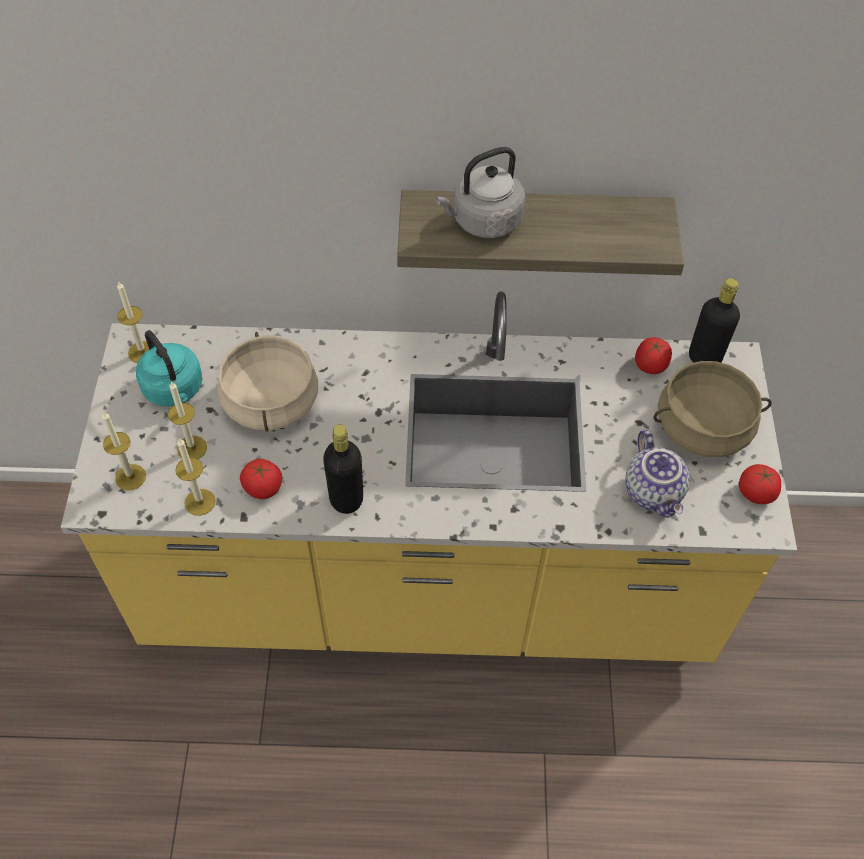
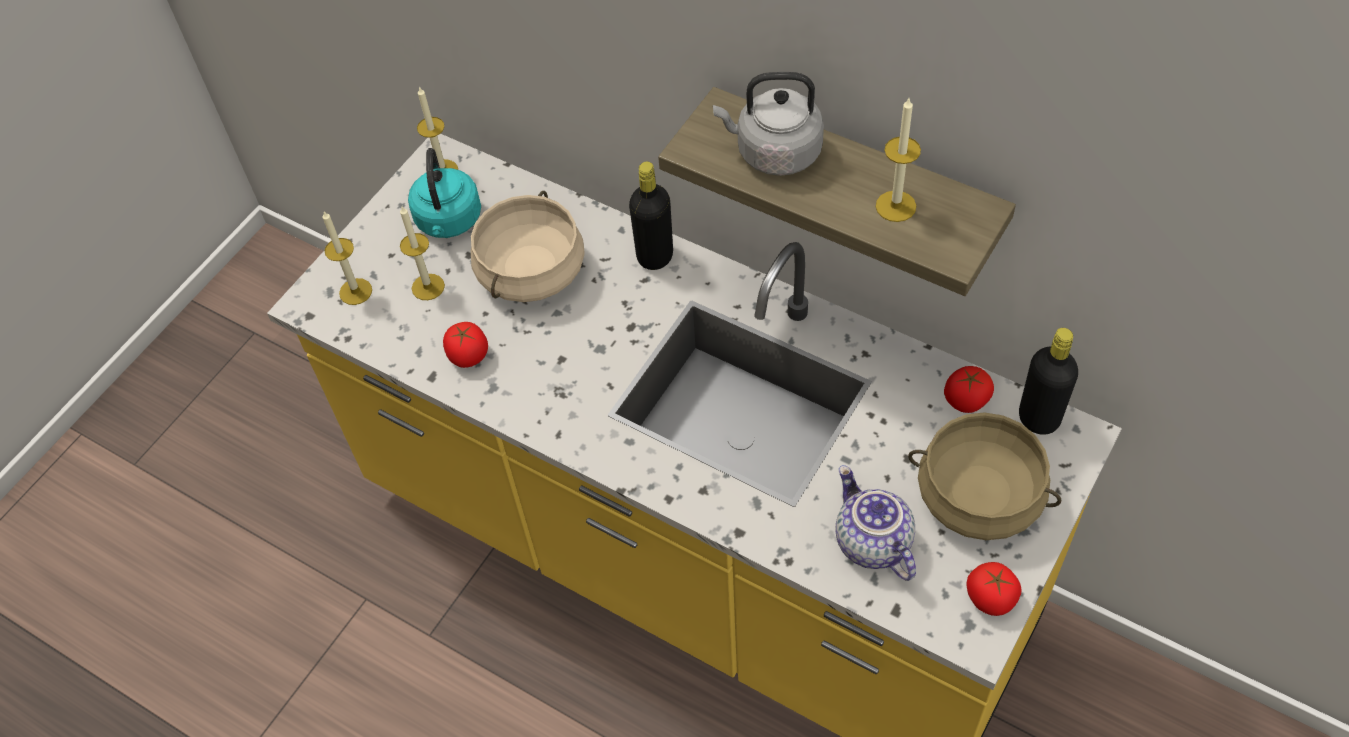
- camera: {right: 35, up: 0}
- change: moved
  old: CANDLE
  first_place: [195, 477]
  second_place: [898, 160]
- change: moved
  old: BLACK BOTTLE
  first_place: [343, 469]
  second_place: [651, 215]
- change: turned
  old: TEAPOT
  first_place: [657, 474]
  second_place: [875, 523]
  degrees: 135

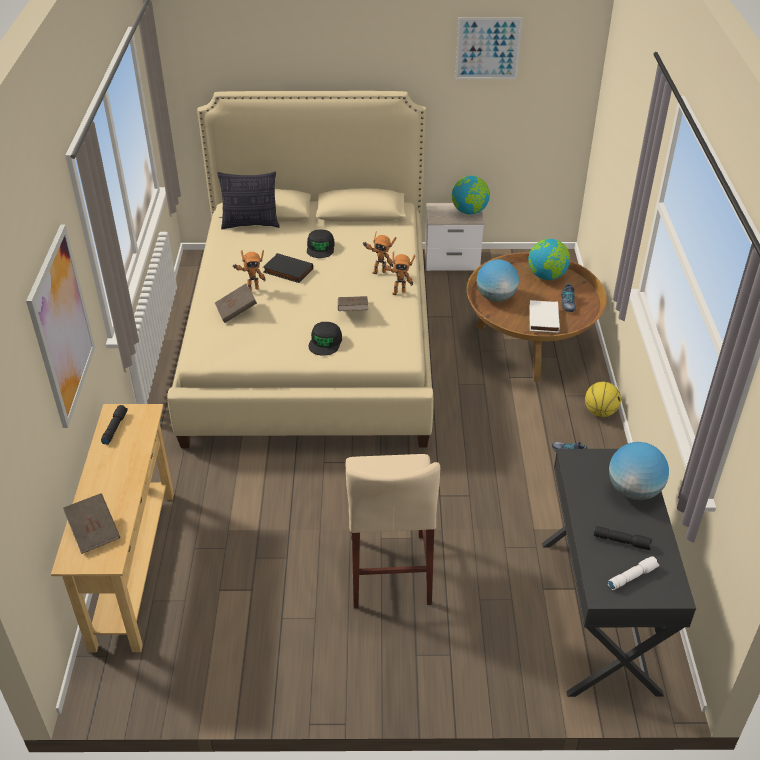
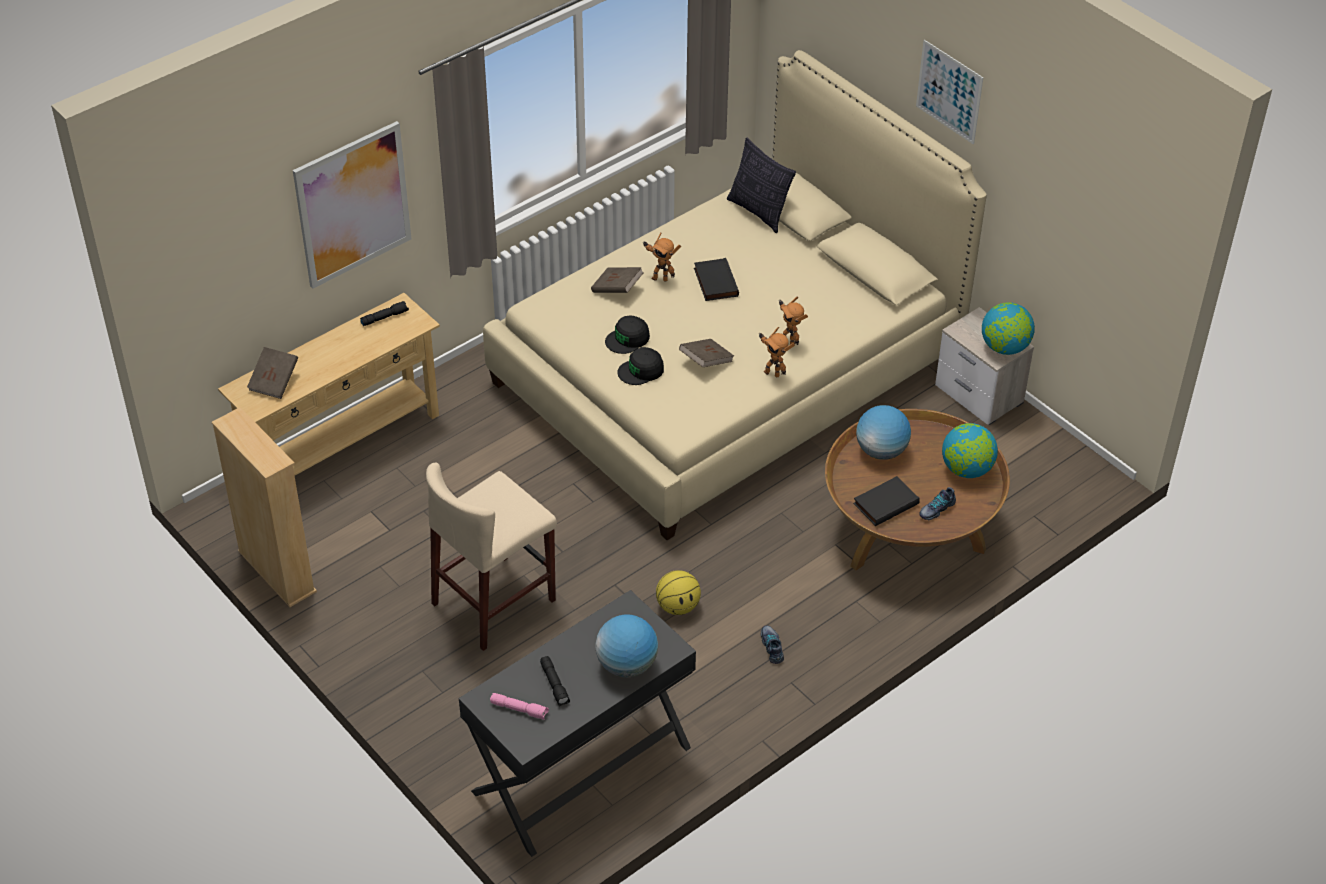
- camera: {right: 50, up: 5}
- change: added
  new: BEIGE BOOKCASE
  second_place: [264, 507]
- change: moved
  old: BLACK CAP
  first_place: [320, 243]
  second_place: [627, 335]
- change: moved
  old: PICTURE
  first_place: [489, 48]
  second_place: [949, 92]
- change: moved
  old: BASKETBALL
  first_place: [603, 399]
  second_place: [678, 592]
- change: recoloured
  old: WHITE BOOK
  new: BLACK BOOK
  first_place: [544, 316]
  second_place: [886, 501]
- change: recoloured
  old: WHITE FLASHLIGHT
  new: PINK FLASHLIGHT
  first_place: [633, 573]
  second_place: [519, 706]

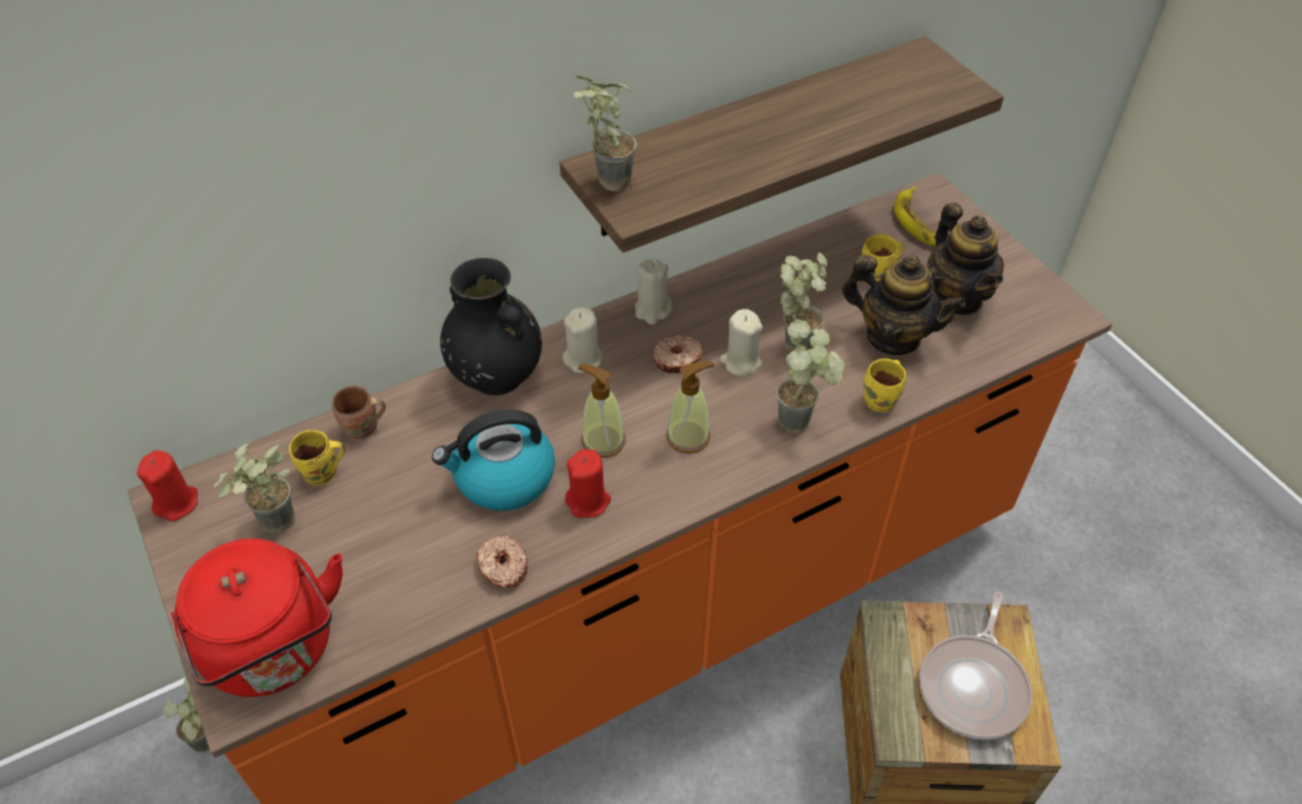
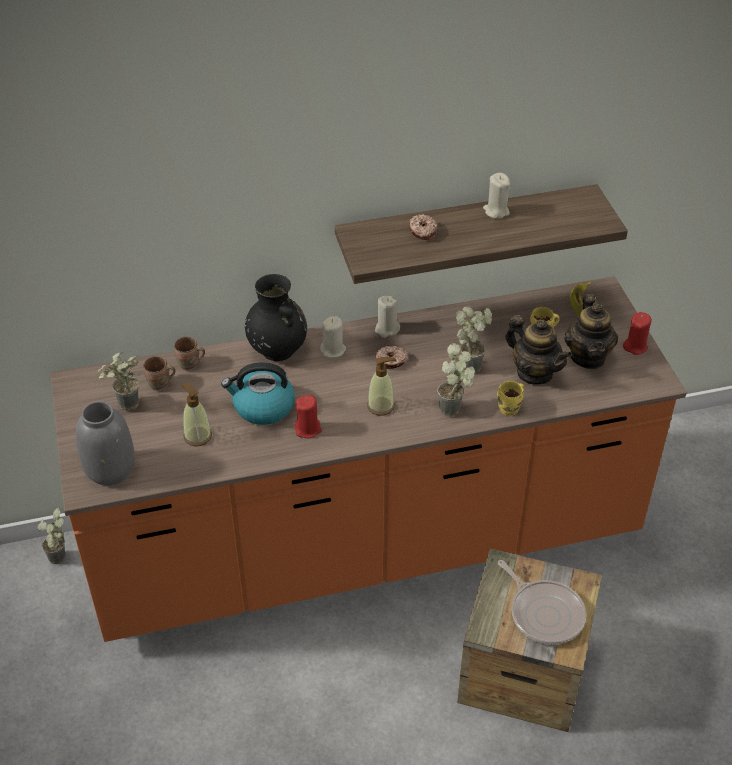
- camera: {right: 15, up: -5}
- change: removed
  old: POTTED PLANT
  first_place: [605, 133]
- change: moved
  old: RED CANDLE
  first_place: [167, 486]
  second_place: [637, 333]
- change: moved
  old: DONUT
  first_place: [502, 561]
  second_place: [423, 227]
- change: moved
  old: SOAP DISPENSER
  first_place: [601, 411]
  second_place: [196, 414]
- change: moved
  old: BEIGE CANDLE
  first_place: [741, 343]
  second_place: [496, 196]
- change: replaced
  old: RED KETTLE
  new: GREY VASE
  first_place: [257, 617]
  second_place: [105, 443]
- change: recoloured
  old: YELLOW MUG
  new: BROWN MUG
  first_place: [317, 458]
  second_place: [159, 373]
- change: turned
  old: FRYING PAN
  first_place: [975, 666]
  second_place: [542, 602]
  degrees: -75

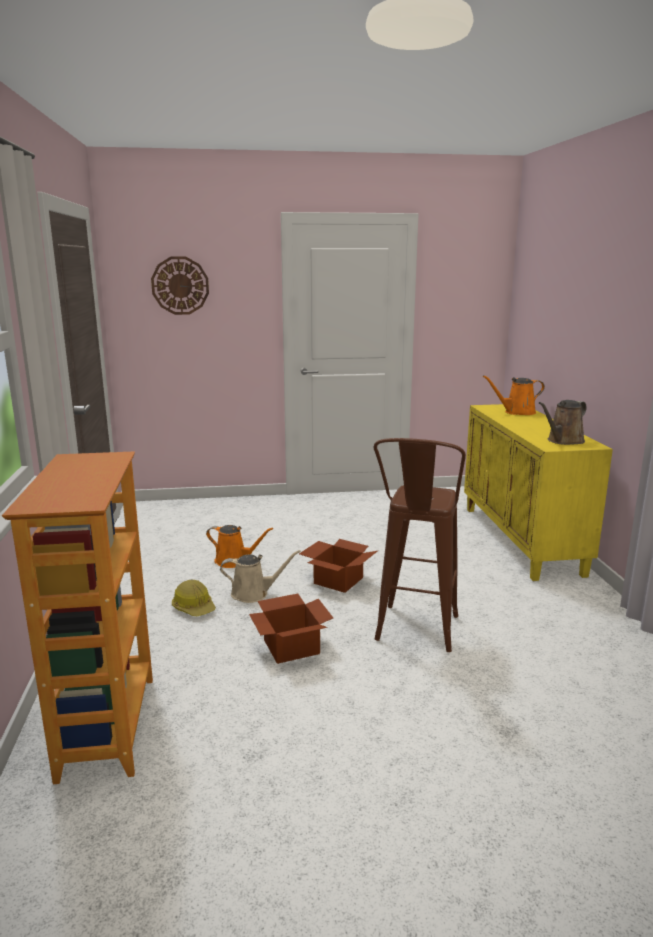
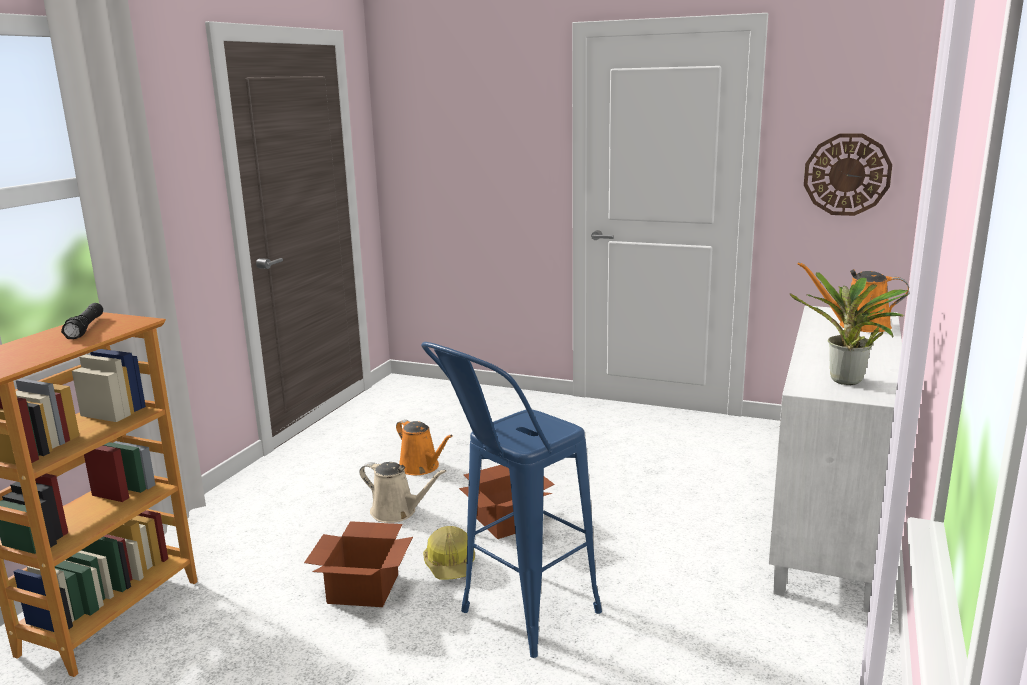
- camera: {right: 30, up: 0}
- change: added
  new: BLACK FLASHLIGHT
  second_place: [82, 321]
- change: moved
  old: WALL CLOCK
  first_place: [180, 286]
  second_place: [848, 175]
- change: moved
  old: HARD HAT
  first_place: [194, 598]
  second_place: [449, 553]
- change: replaced
  old: BROWN WATERING CAN
  new: POTTED PLANT
  first_place: [563, 422]
  second_place: [849, 328]
- change: recoloured
  old: BROWN STOOL
  new: BLUE STOOL
  first_place: [420, 545]
  second_place: [511, 500]
- change: recoloured
  old: YELLOW CABINET
  new: WHITE CABINET
  first_place: [538, 492]
  second_place: [835, 459]

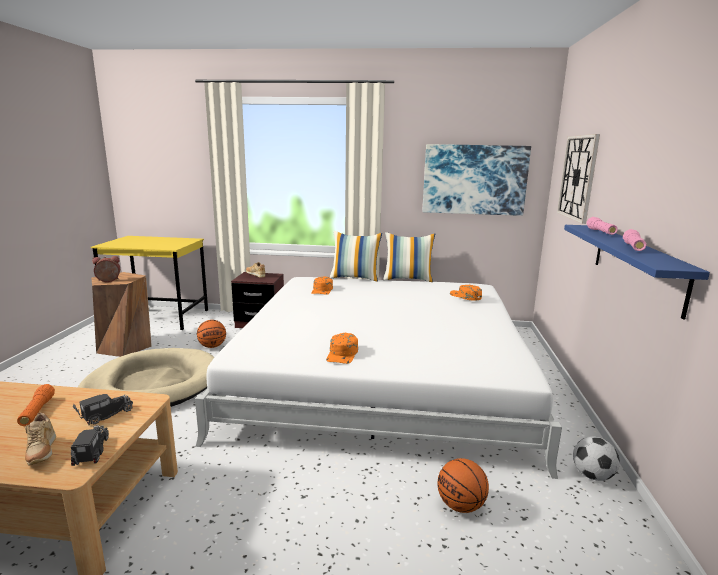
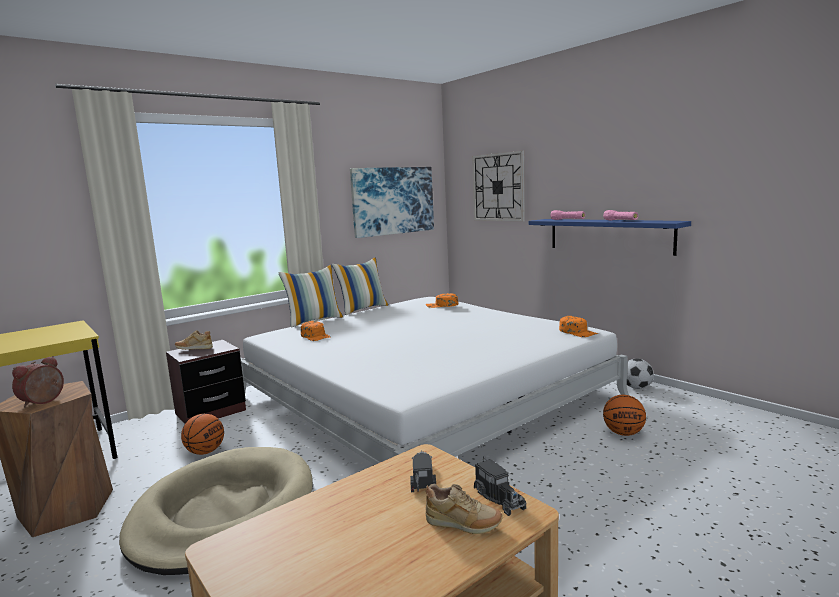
- camera: {right: -45, up: -5}
- change: removed
  old: ORANGE FLASHLIGHT
  first_place: [36, 405]
- change: moved
  old: ORANGE CAP
  first_place: [342, 348]
  second_place: [578, 326]
- change: turned
  old: TOY TRUCK
  first_place: [90, 445]
  second_place: [500, 486]
  degrees: -150

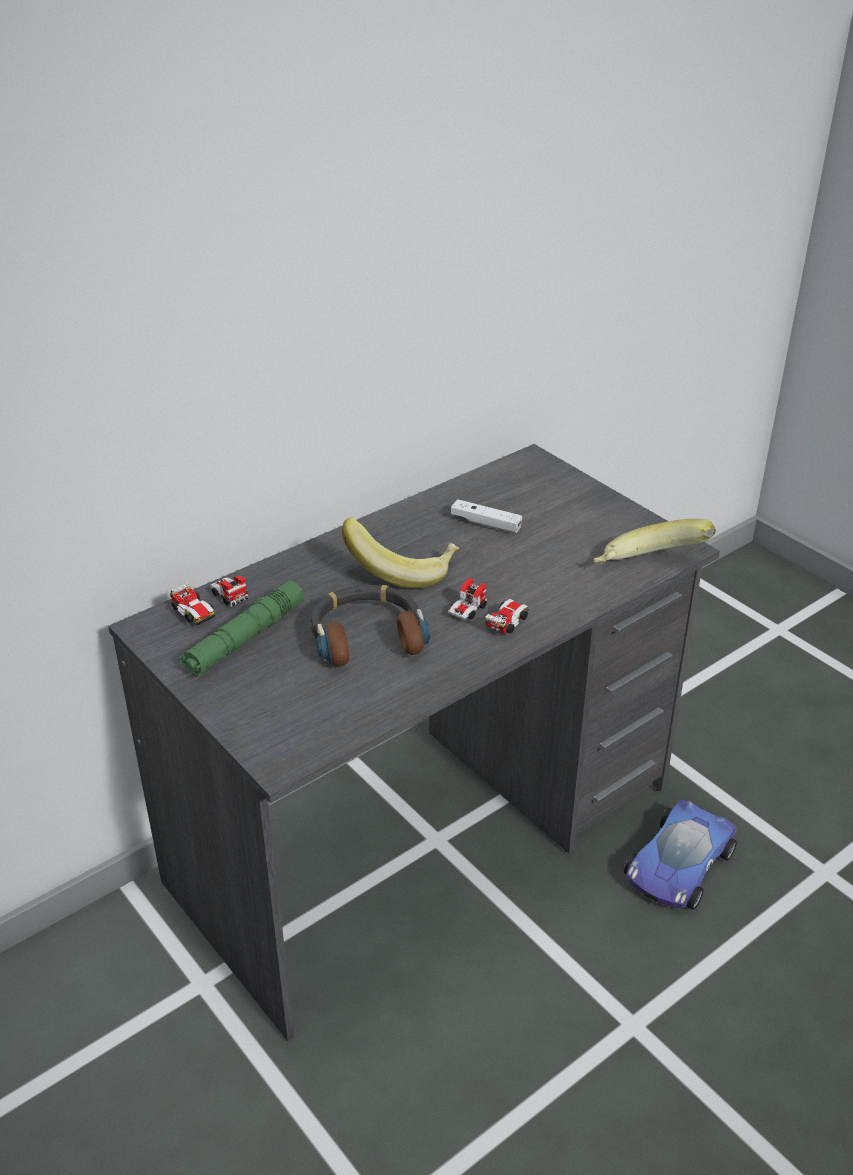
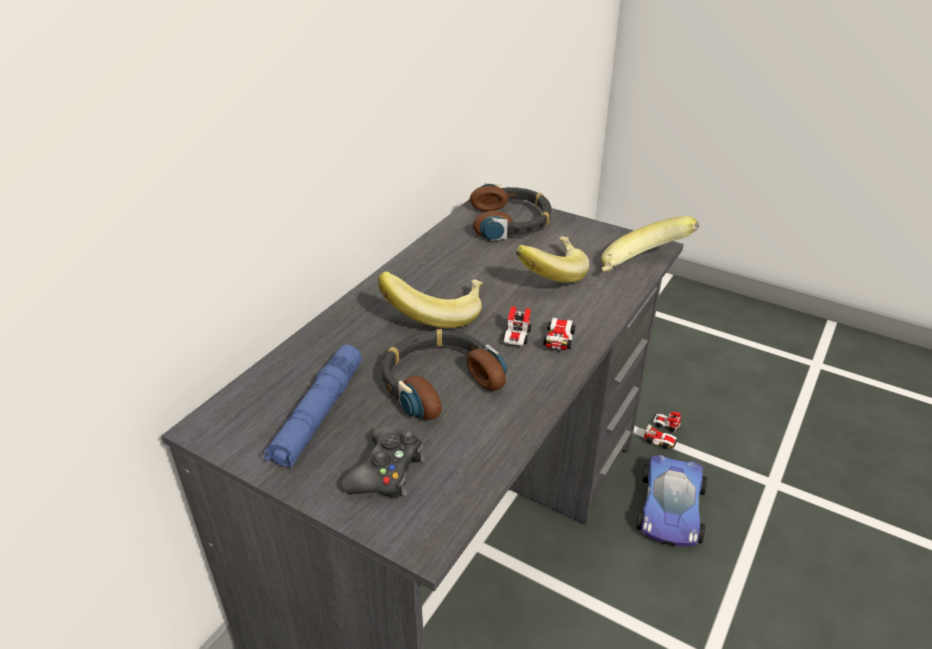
- camera: {right: -20, up: 0}
- change: removed
  old: WHITE GAME CONTROLLER
  first_place: [486, 516]
- change: added
  new: BLACK GAME CONTROLLER
  second_place: [383, 462]
- change: added
  new: HEADPHONES
  second_place: [511, 212]
- change: added
  new: BANANA
  second_place: [552, 260]
- change: moved
  old: TOY CAR
  first_place: [209, 600]
  second_place: [662, 430]
- change: recoloured
  old: GREEN FLASHLIGHT
  new: BLUE FLASHLIGHT
  first_place: [241, 628]
  second_place: [313, 406]

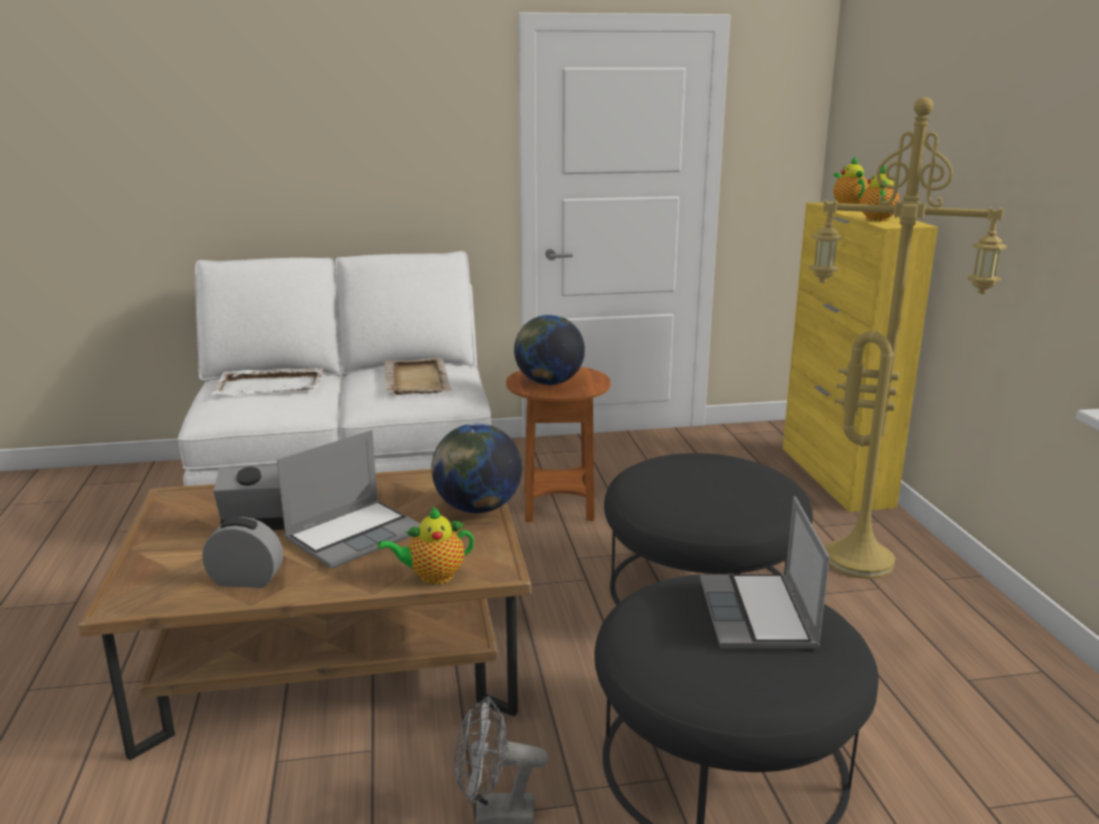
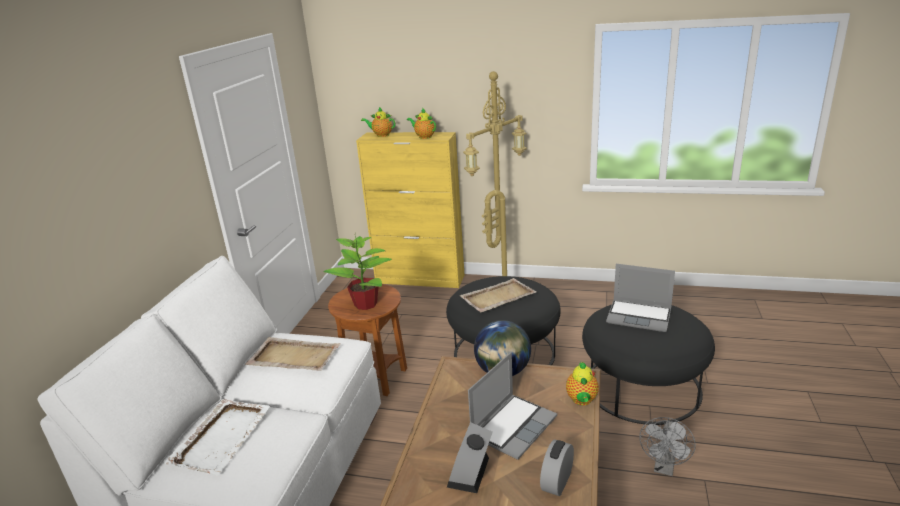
- camera: {right: -65, up: 5}
- change: added
  new: BEIGE TRAY
  second_place: [498, 295]
- change: replaced
  old: GLOBE
  new: POTTED PLANT
  first_place: [549, 350]
  second_place: [357, 273]
- change: turned
  old: LAPTOP
  first_place: [348, 499]
  second_place: [512, 406]
  degrees: 60

